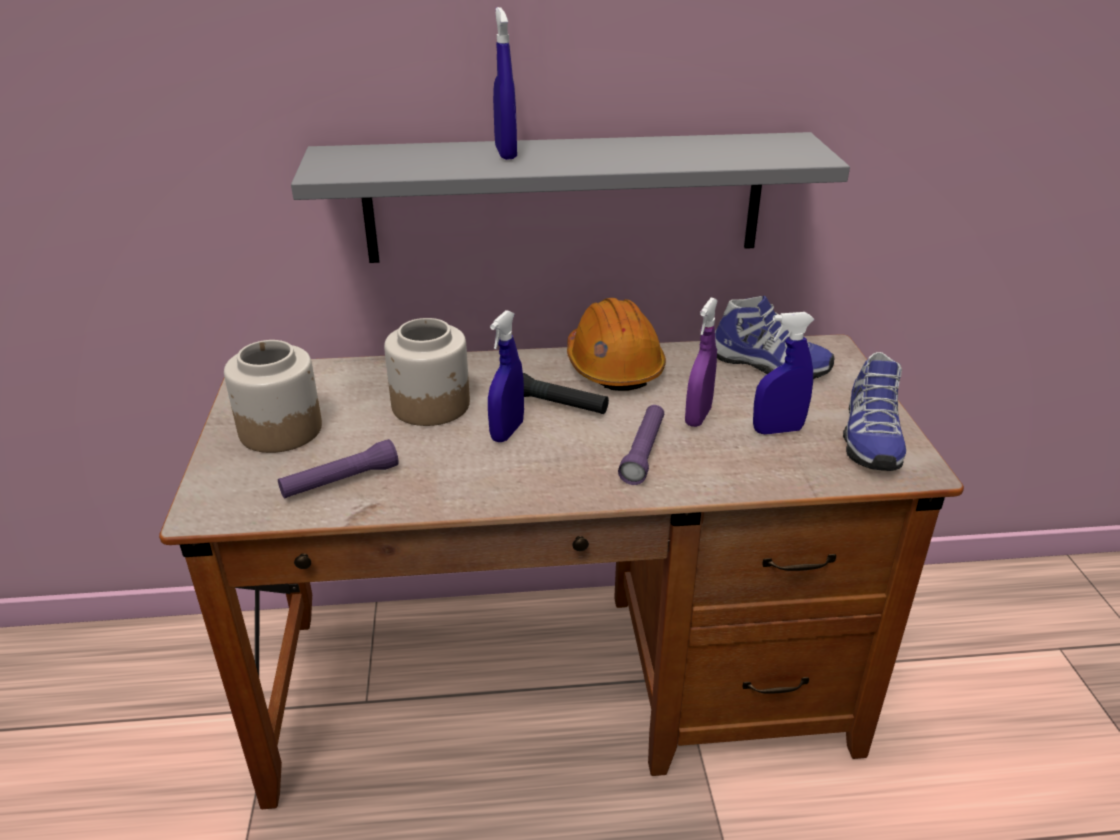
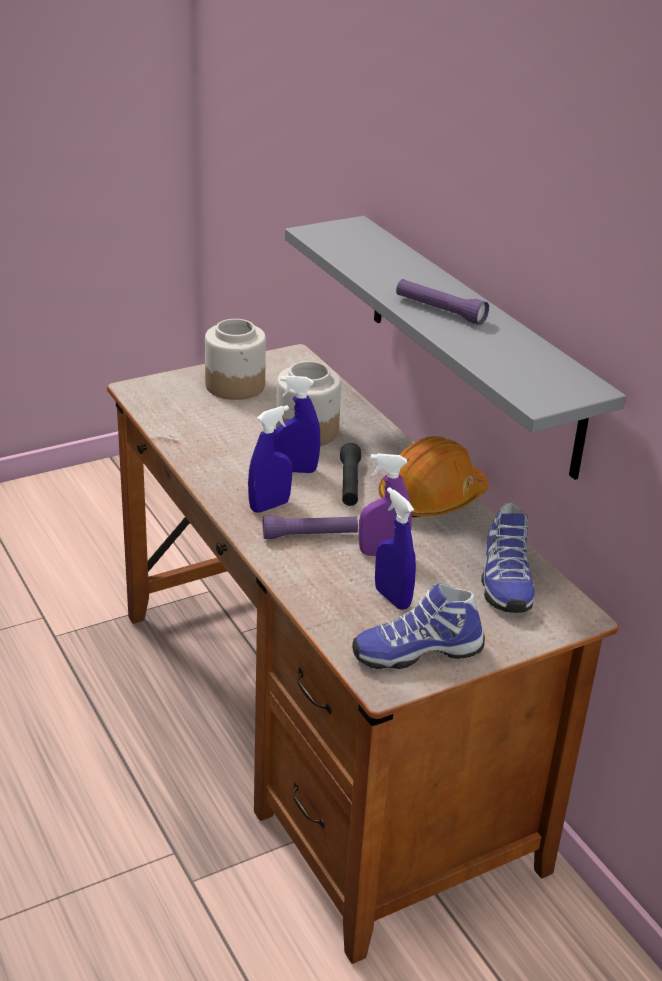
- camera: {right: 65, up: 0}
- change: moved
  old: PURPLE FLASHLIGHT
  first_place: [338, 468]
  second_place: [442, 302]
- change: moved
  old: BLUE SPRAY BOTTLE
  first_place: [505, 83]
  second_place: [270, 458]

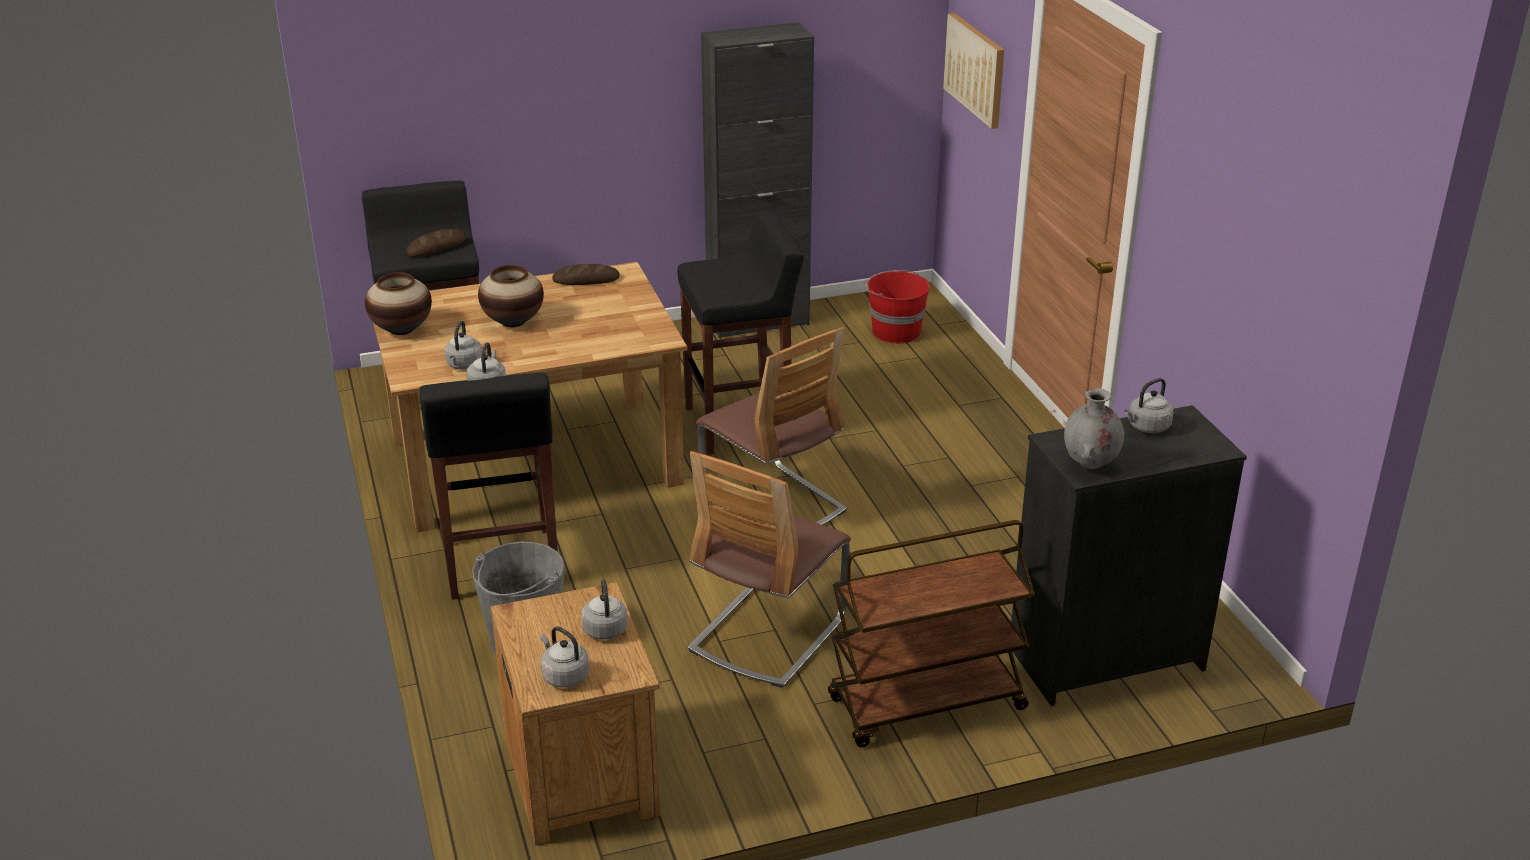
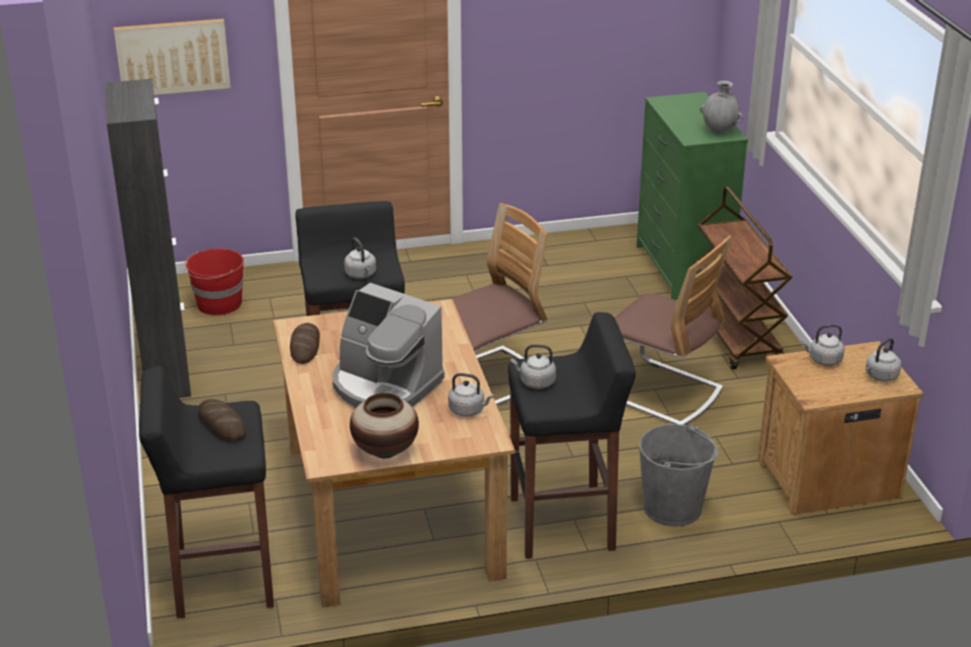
- camera: {right: -85, up: 0}
- change: moved
  old: GREY KETTLE
  first_place: [1148, 405]
  second_place: [360, 258]
- change: replaced
  old: VASE
  new: COFFEE MACHINE
  first_place: [511, 296]
  second_place: [389, 345]
- change: recoloured
  old: BLACK DRESSER
  new: GREEN DRESSER
  first_place: [1129, 555]
  second_place: [692, 196]

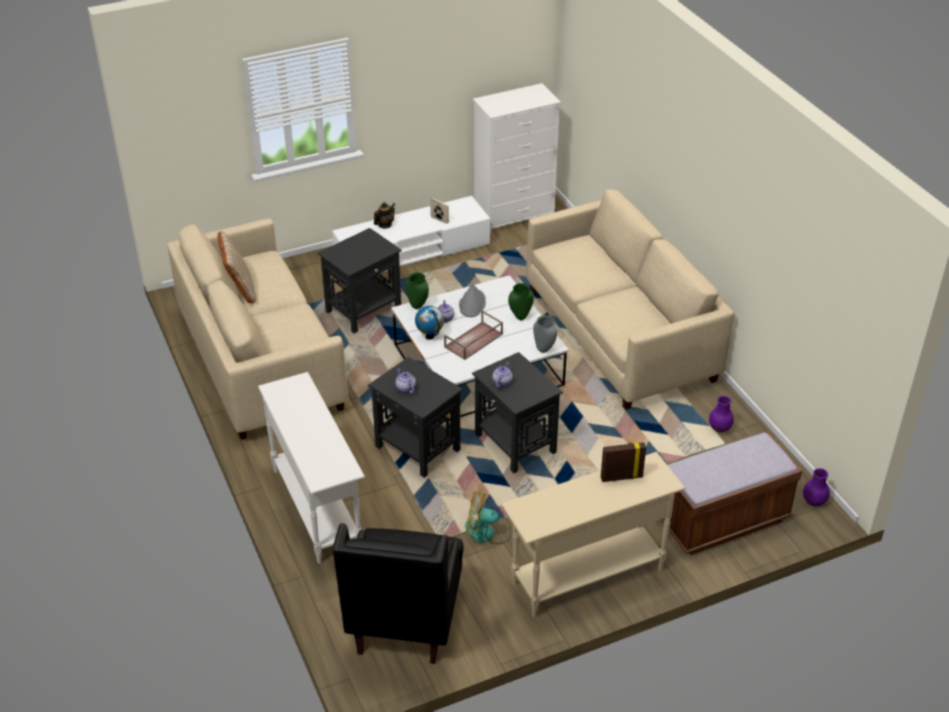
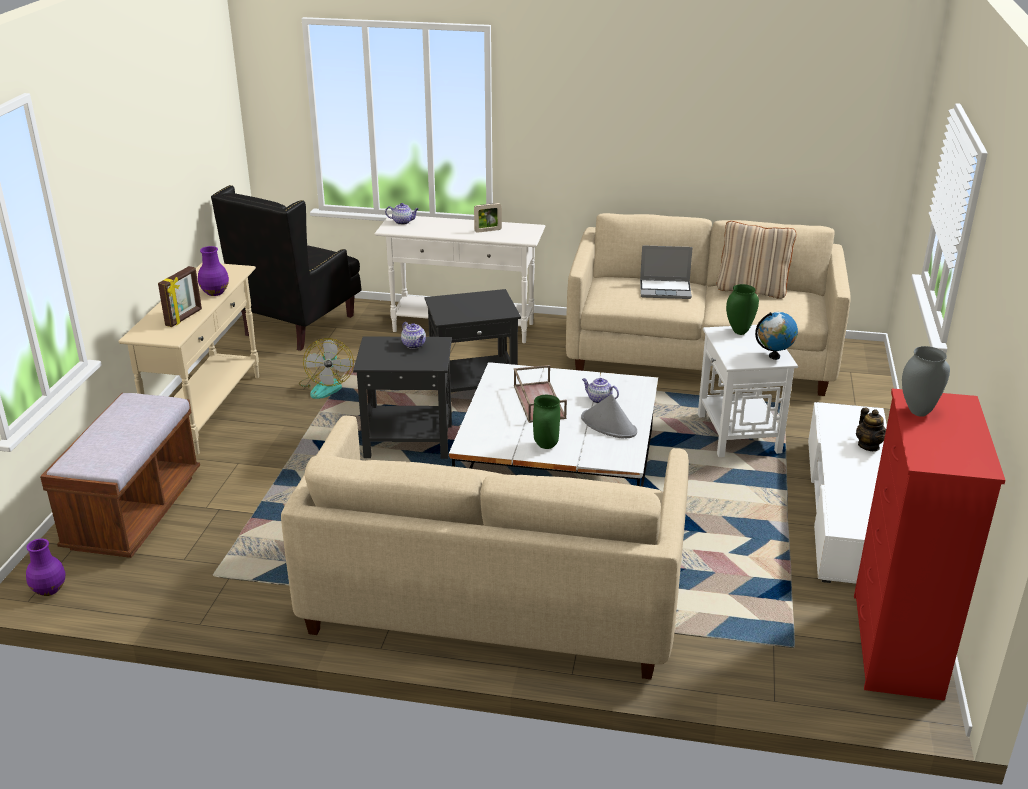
- camera: {right: 125, up: -10}
- change: added
  new: LAPTOP
  second_place: [666, 272]
- change: moved
  old: TEAPOT
  first_place: [406, 380]
  second_place: [402, 214]
- change: moved
  old: GREEN VASE
  first_place: [417, 291]
  second_place: [742, 309]
- change: moved
  old: GLOBE
  first_place: [429, 323]
  second_place: [776, 336]
- change: moved
  old: PICTURE FRAME
  first_place: [439, 211]
  second_place: [488, 218]
- change: moved
  old: GREY VASE
  first_place: [545, 334]
  second_place: [926, 381]
- change: moved
  old: PURPLE VASE
  first_place: [721, 414]
  second_place: [213, 271]
- change: recoloured
  old: BLACK SIDE TABLE
  new: WHITE SIDE TABLE
  first_place: [360, 280]
  second_place: [748, 391]
- change: recoloured
  old: WHITE DRESSER
  new: RED DRESSER
  first_place: [517, 158]
  second_place: [930, 544]
- change: turned
  old: BLACK ARMCHAIR
  first_place: [398, 593]
  second_place: [286, 268]
  degrees: -105
- change: turned
  old: FAN
  first_place: [488, 517]
  second_place: [326, 368]
  degrees: 135

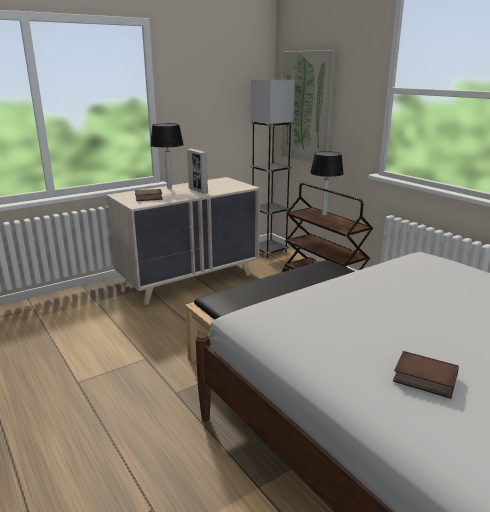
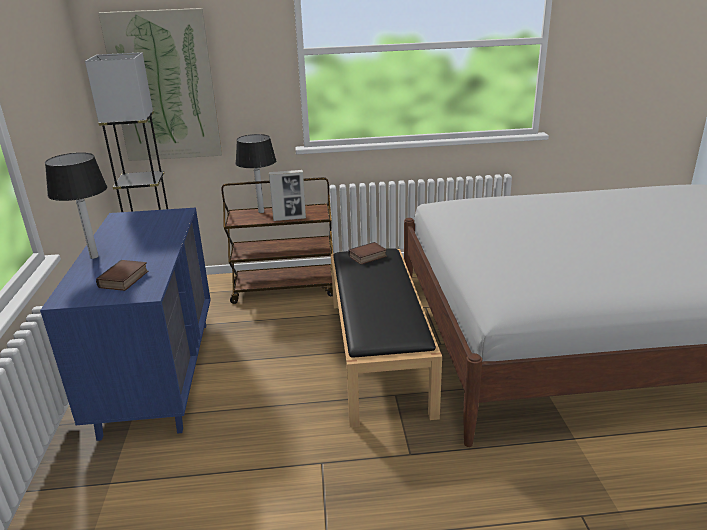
- camera: {right: -60, up: 5}
- change: moved
  old: PICTURE FRAME
  first_place: [197, 171]
  second_place: [287, 195]
- change: moved
  old: BOOK
  first_place: [426, 375]
  second_place: [367, 253]
- change: recoloured
  old: BEIGE DRESSER
  new: BLUE DRESSER
  first_place: [183, 241]
  second_place: [125, 324]

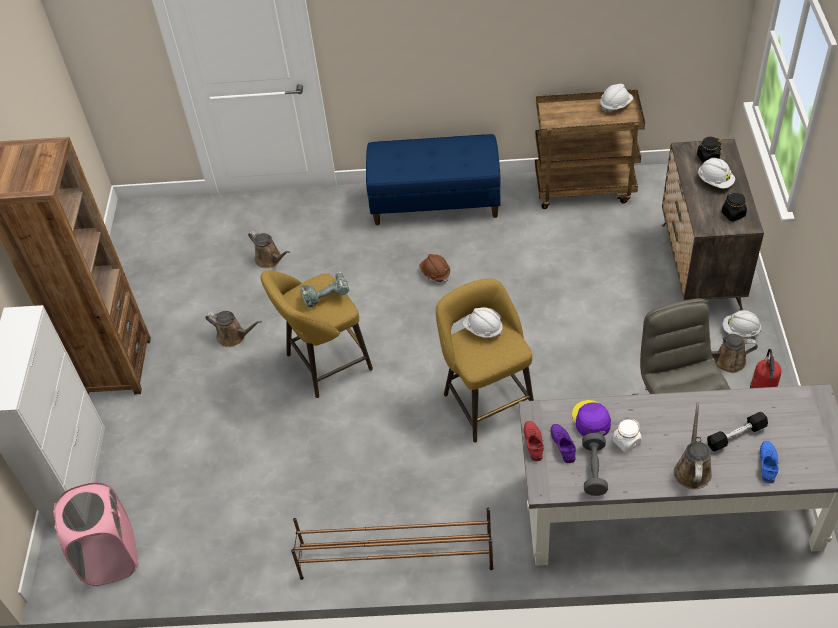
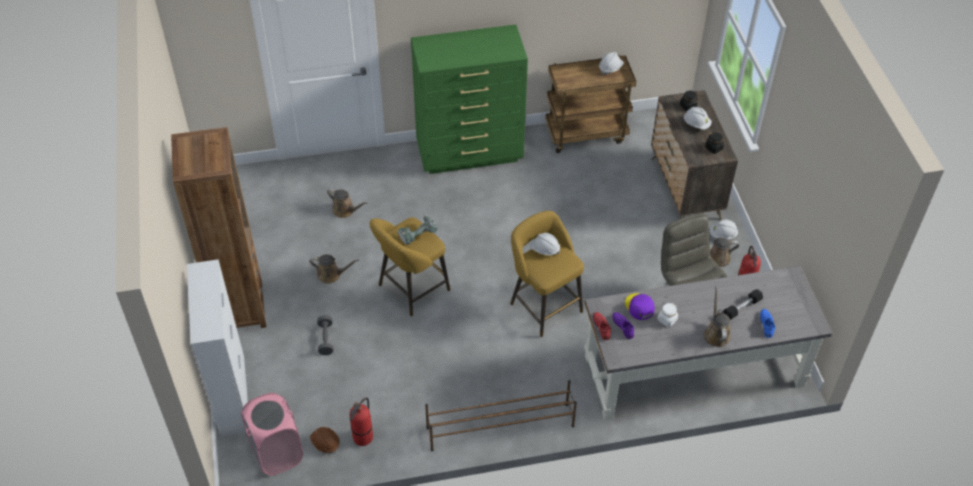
- camera: {right: -15, up: 0}
- change: added
  new: FIRE EXTINGUISHER
  second_place: [361, 422]
- change: moved
  old: BROWN HARD HAT
  first_place: [434, 268]
  second_place: [325, 440]
- change: moved
  old: GREY DUMBBELL
  first_place: [595, 464]
  second_place: [325, 335]
- change: replaced
  old: BLUE BENCH
  new: GREEN DRESSER
  first_place: [433, 179]
  second_place: [469, 99]

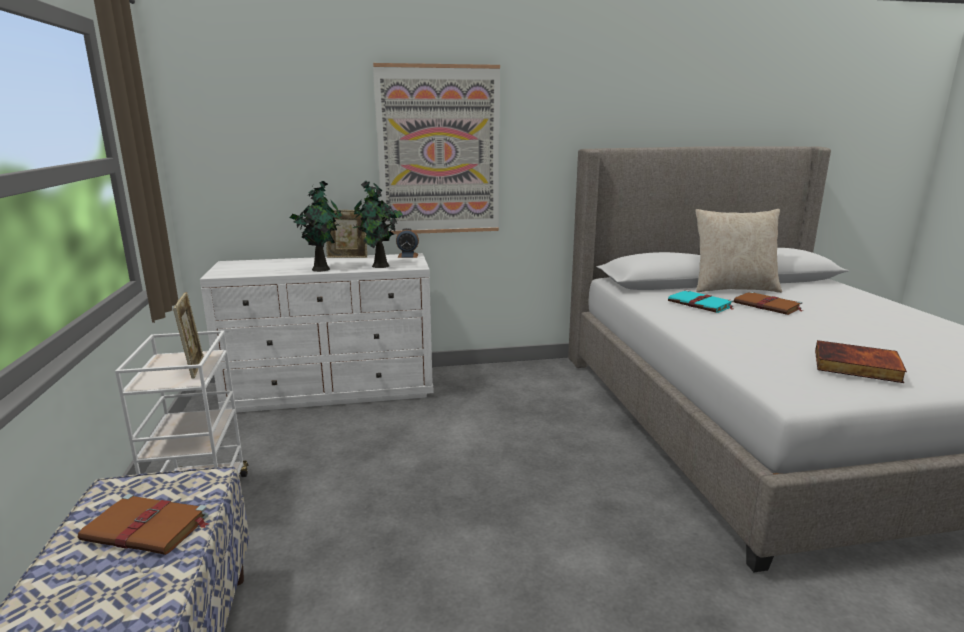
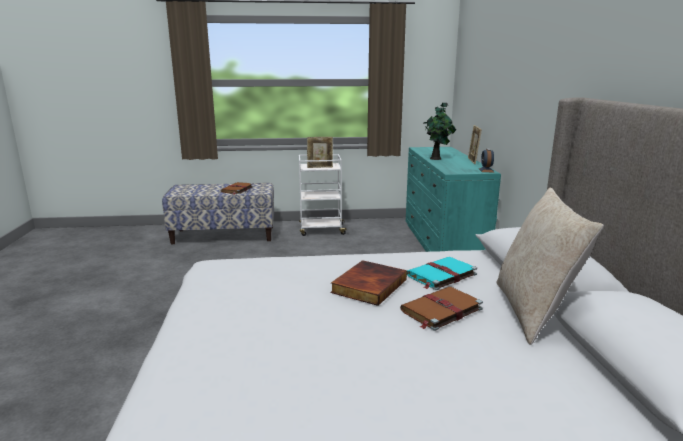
- camera: {right: 95, up: 0}
- change: removed
  old: POTTED PLANT
  first_place: [377, 224]
- change: removed
  old: PICTURE
  first_place: [436, 148]
- change: moved
  old: BOOK
  first_place: [861, 361]
  second_place: [368, 283]
- change: recoloured
  old: WHITE DRESSER
  new: TURQUOISE DRESSER
  first_place: [317, 333]
  second_place: [453, 199]

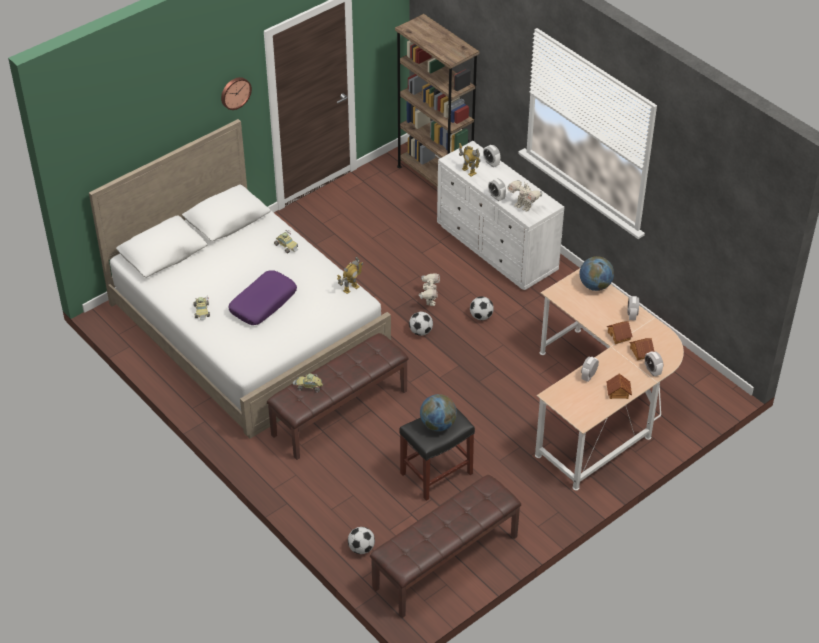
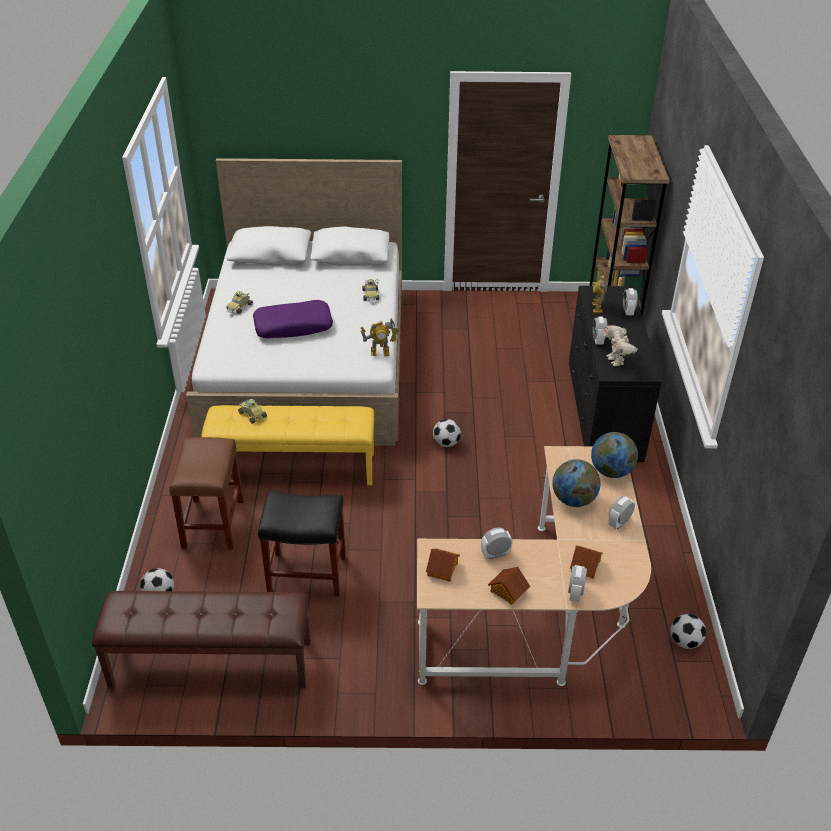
- camera: {right: 40, up: -5}
- change: removed
  old: WALL CLOCK
  first_place: [236, 93]
- change: removed
  old: TOY ROBOT
  first_place: [429, 289]
- change: added
  new: BROWN STOOL
  second_place: [206, 493]
- change: moved
  old: GLOBE
  first_place: [438, 412]
  second_place: [576, 483]
- change: moved
  old: FOOTBALL
  first_place: [482, 308]
  second_place: [688, 631]
- change: moved
  old: TOY HOUSE
  first_place: [619, 332]
  second_place: [443, 565]
- change: recoloured
  old: BROWN BENCH
  new: YELLOW BENCH
  first_place: [338, 396]
  second_place: [287, 445]
- change: recoloured
  old: WHITE DRESSER
  new: BLACK DRESSER
  first_place: [500, 215]
  second_place: [615, 374]

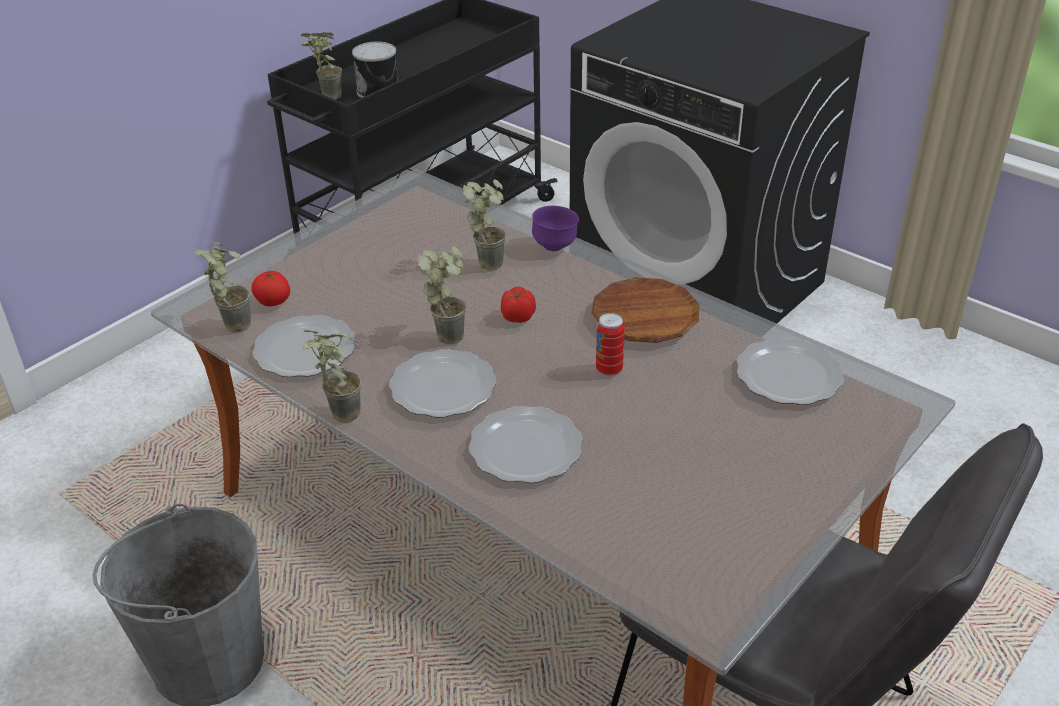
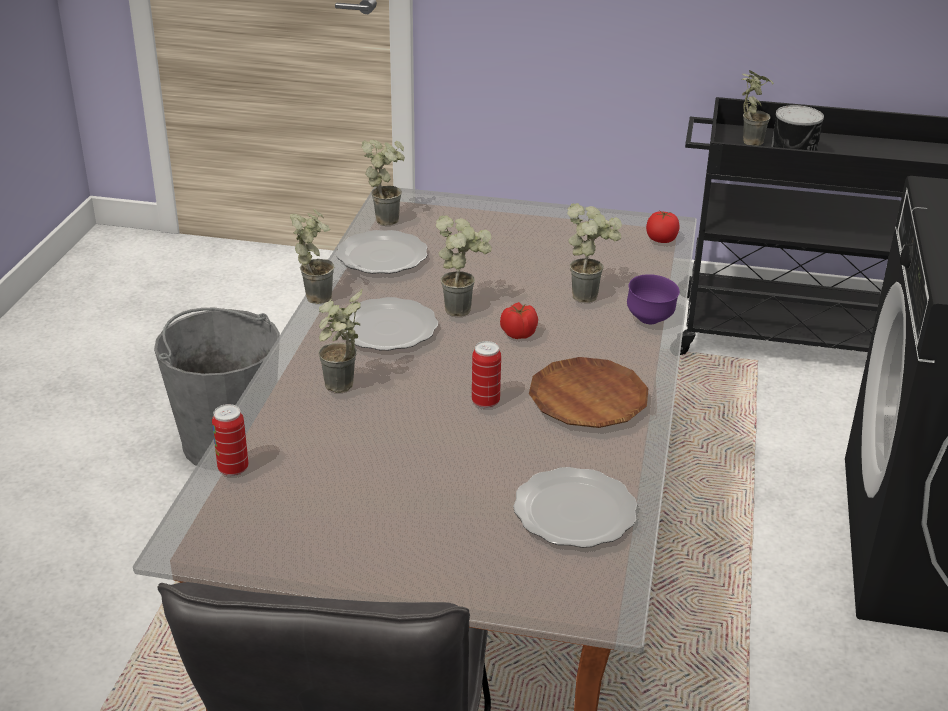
- camera: {right: 60, up: -5}
- change: added
  new: CAN
  second_place: [230, 440]
- change: moved
  old: TOMATO
  first_place: [270, 288]
  second_place: [663, 227]
- change: replaced
  old: PLATE
  new: POTTED PLANT
  first_place: [525, 444]
  second_place: [340, 341]

